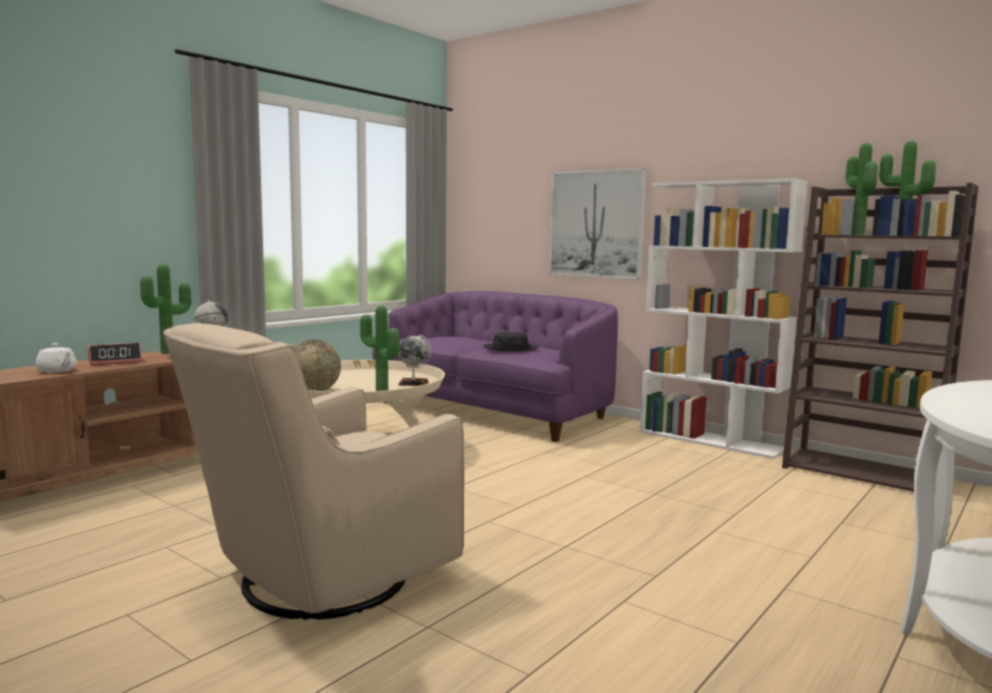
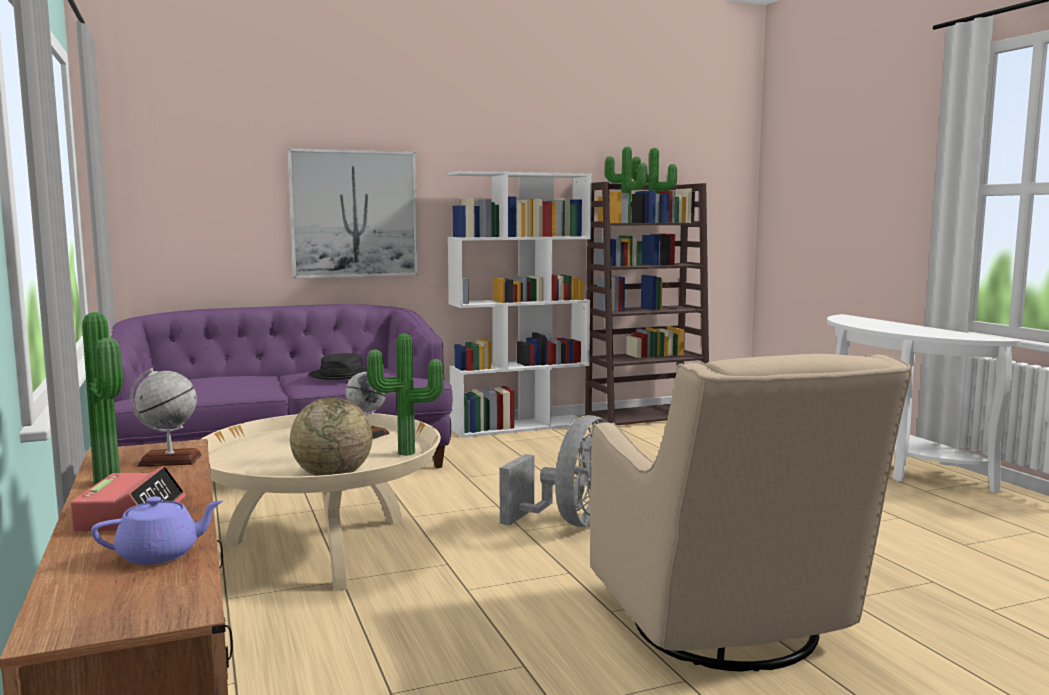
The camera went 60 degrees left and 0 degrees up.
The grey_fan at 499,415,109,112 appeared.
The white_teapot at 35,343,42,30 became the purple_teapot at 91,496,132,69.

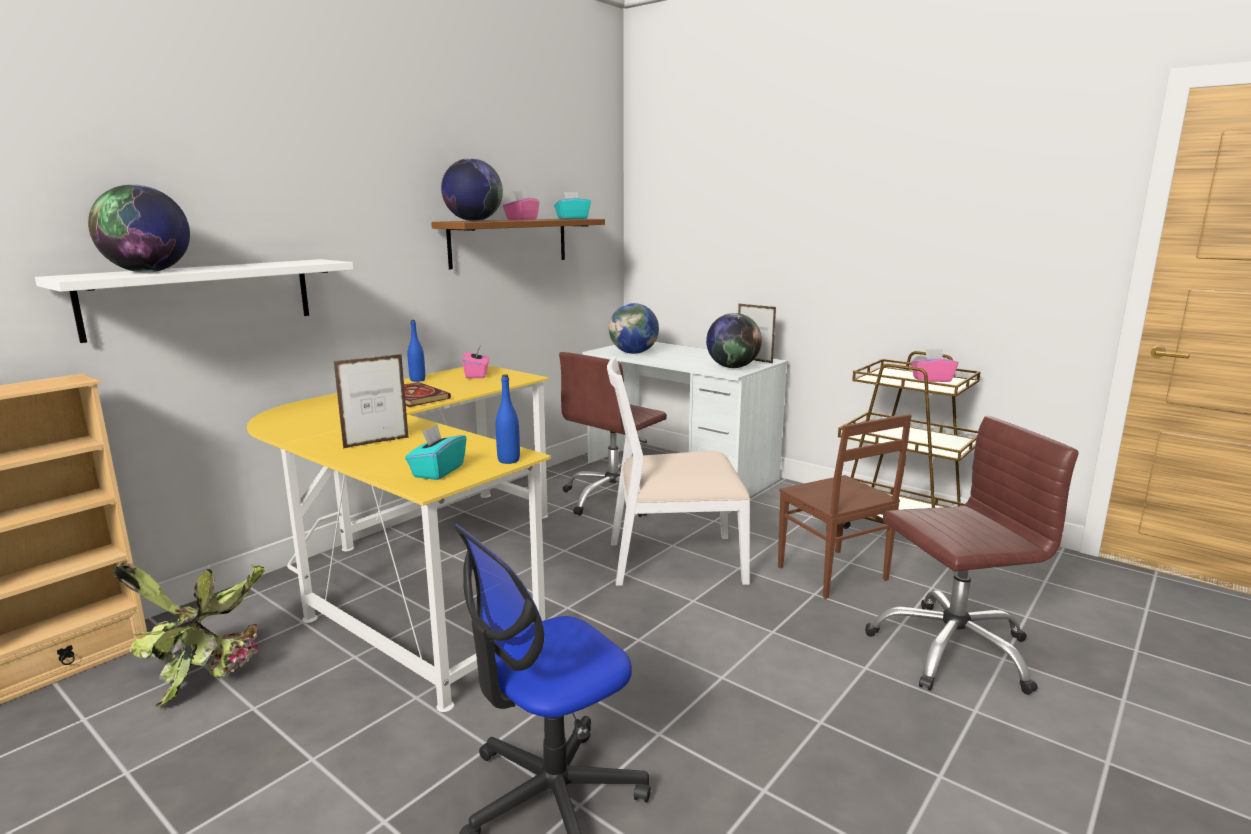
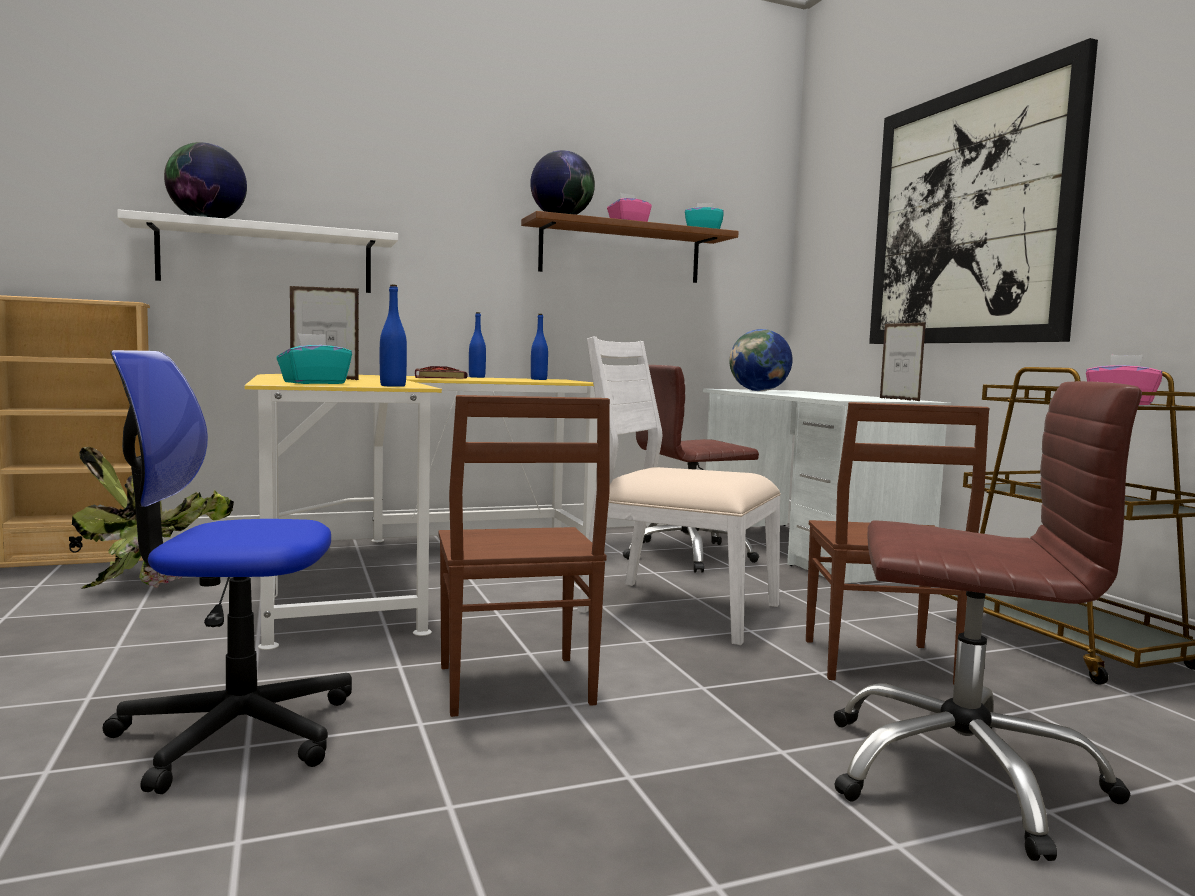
The camera went 30 degrees right and 10 degrees down.
The globe at 706,313,56,55 disappeared.
The brown_chair at 438,395,172,322 appeared.
The picture at 869,38,229,306 appeared.
The pink_tissue_box at 462,347,28,32 was replaced by the blue_bottle at 531,314,17,66.

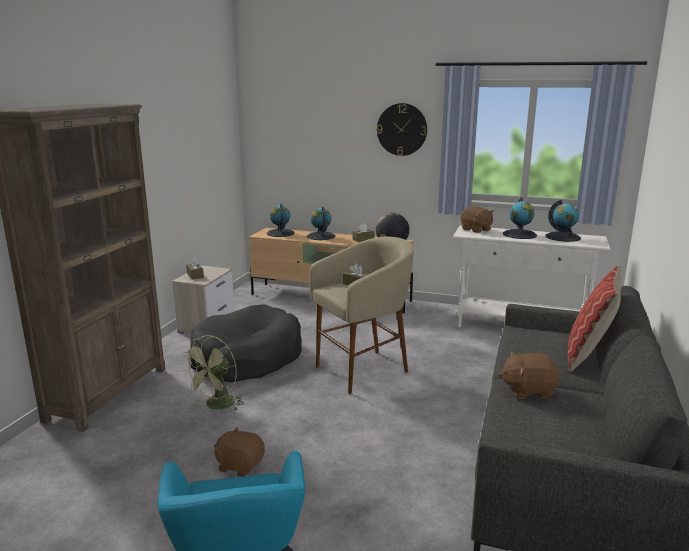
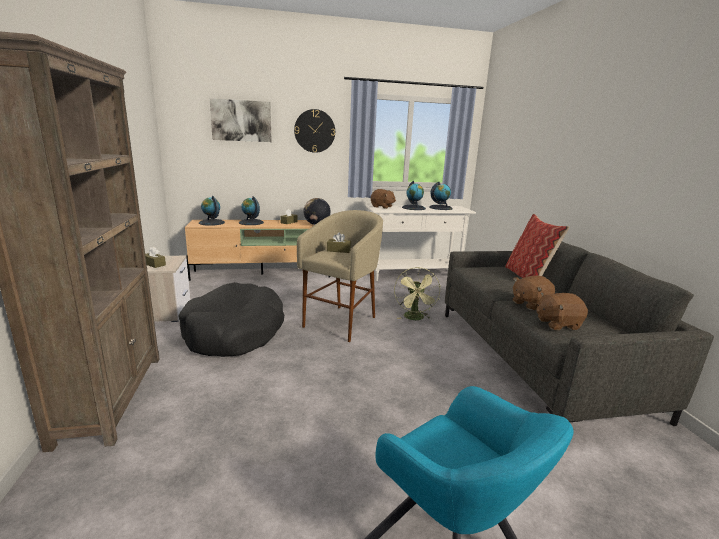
The camera went 30 degrees left and 0 degrees up.
The picture at 210,98,62,44 appeared.
The green_fan moved from 181,335,63,75 to 394,267,47,53.
The brown_plush_toy moved from 215,427,50,50 to 537,292,51,38.

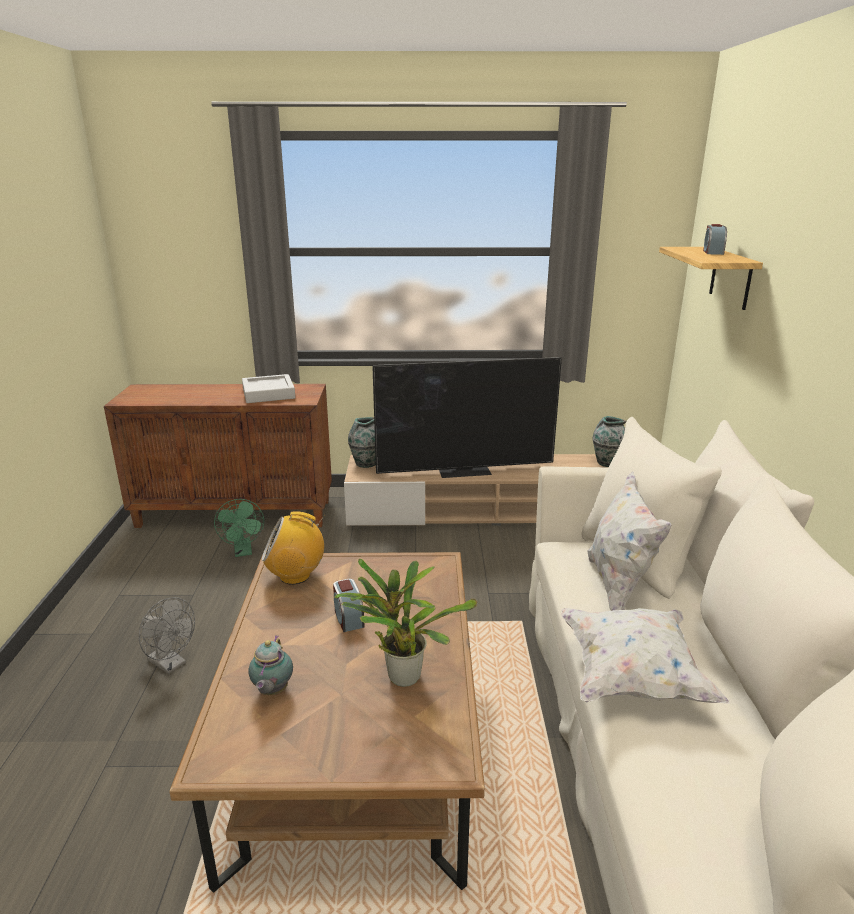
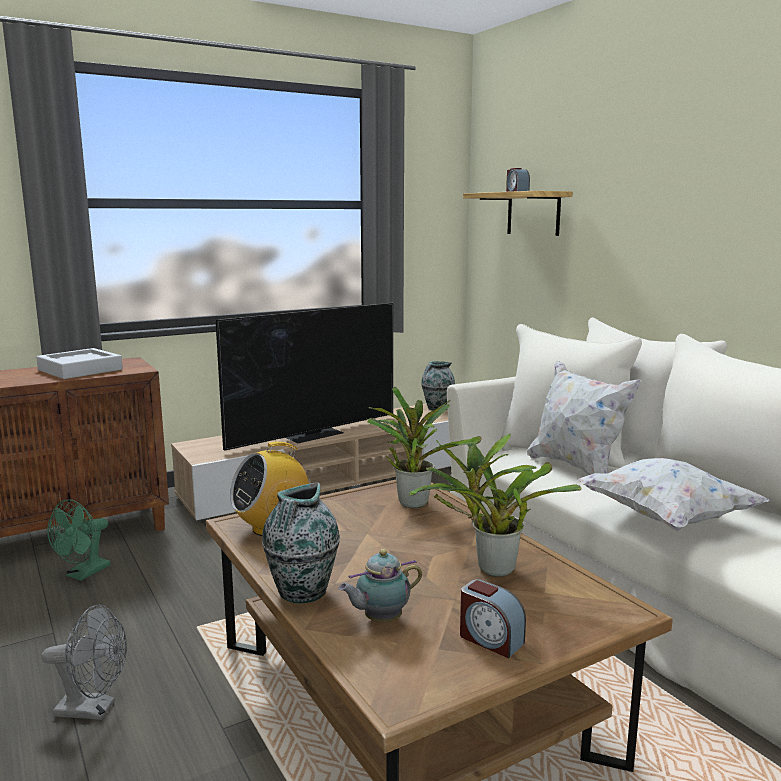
The camera went 30 degrees left and 10 degrees down.
The potted_plant at 367,387,115,121 appeared.
The alarm_clock moved from 333,579,32,53 to 460,579,66,79.
The vase moved from 348,417,28,51 to 262,482,78,121.
The green_fan at 214,499,50,58 turned 75 degrees clockwise.
The teapot at 249,636,44,59 turned 90 degrees clockwise.

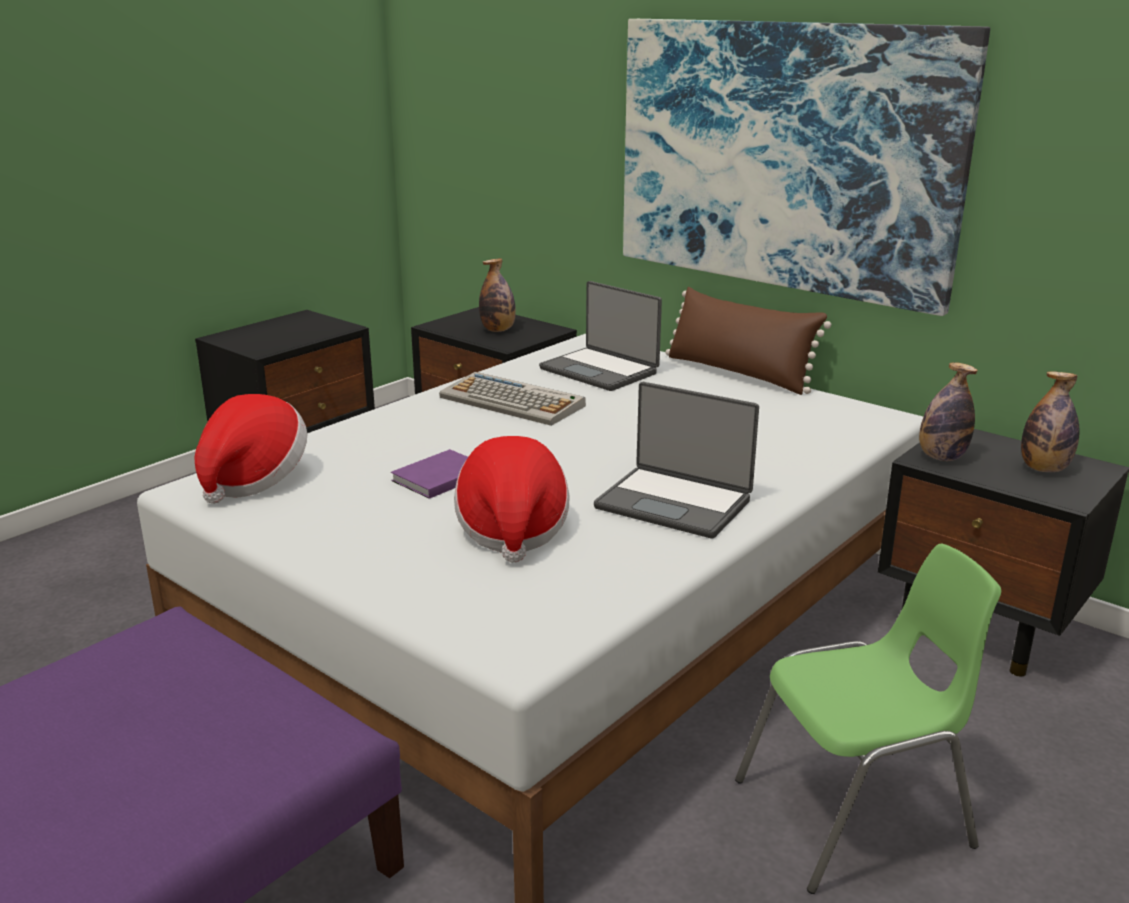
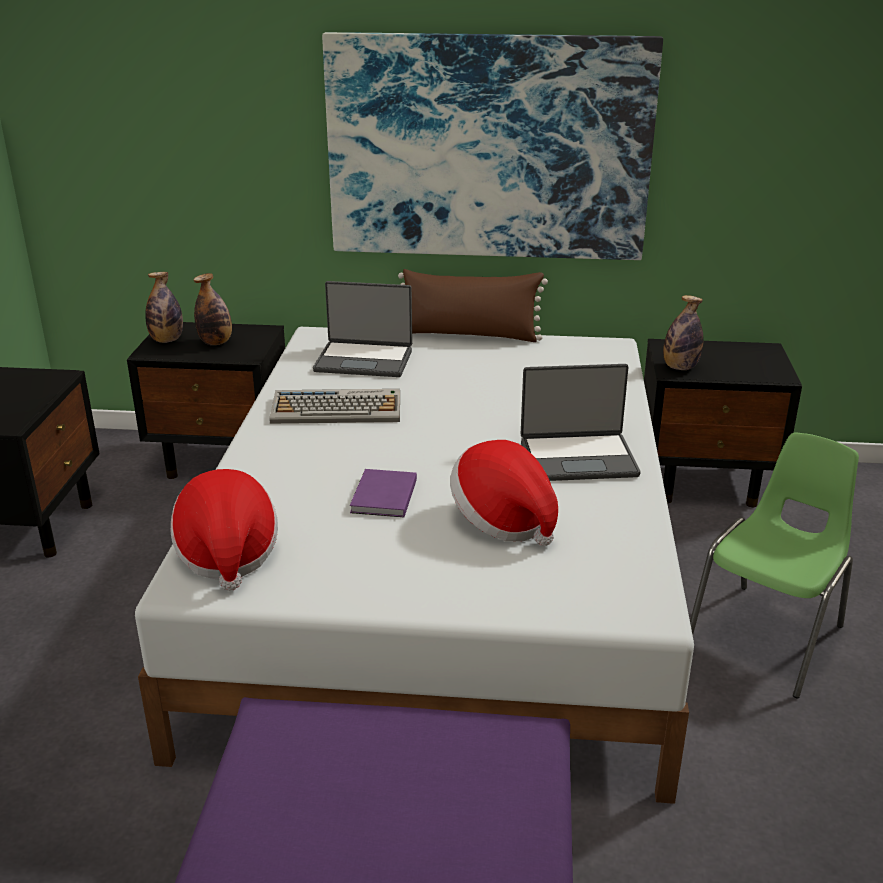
The camera went 35 degrees left and 5 degrees up.
The bottle moved from 1021,371,59,101 to 145,272,38,71.

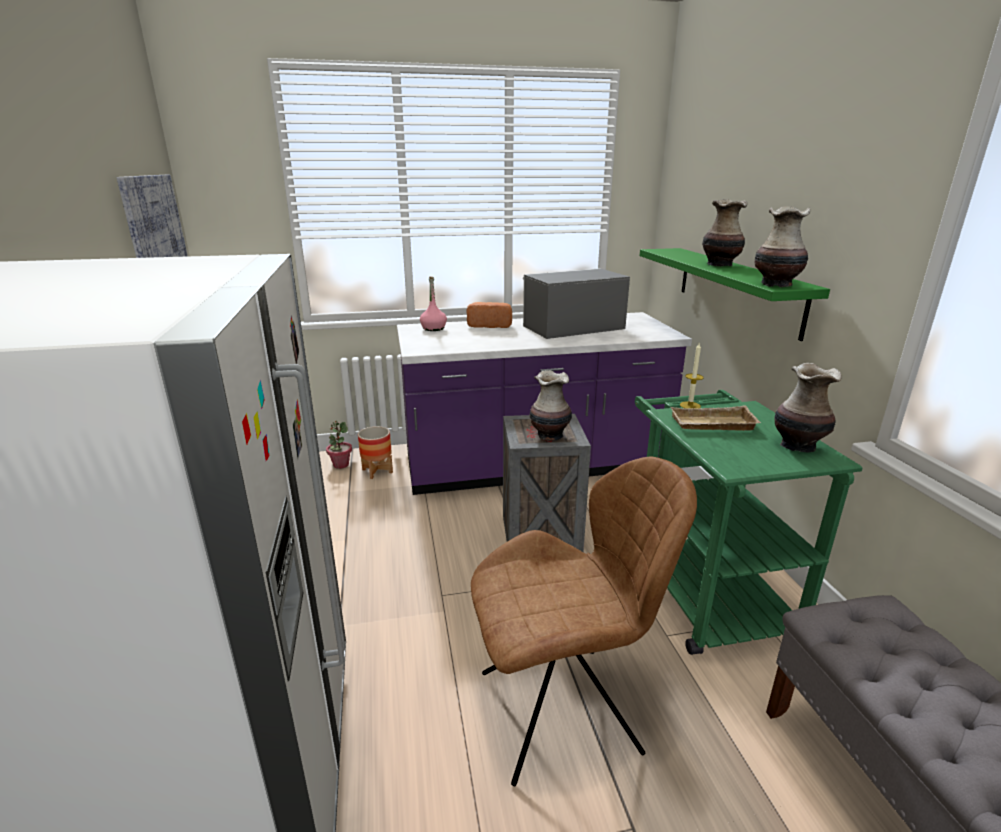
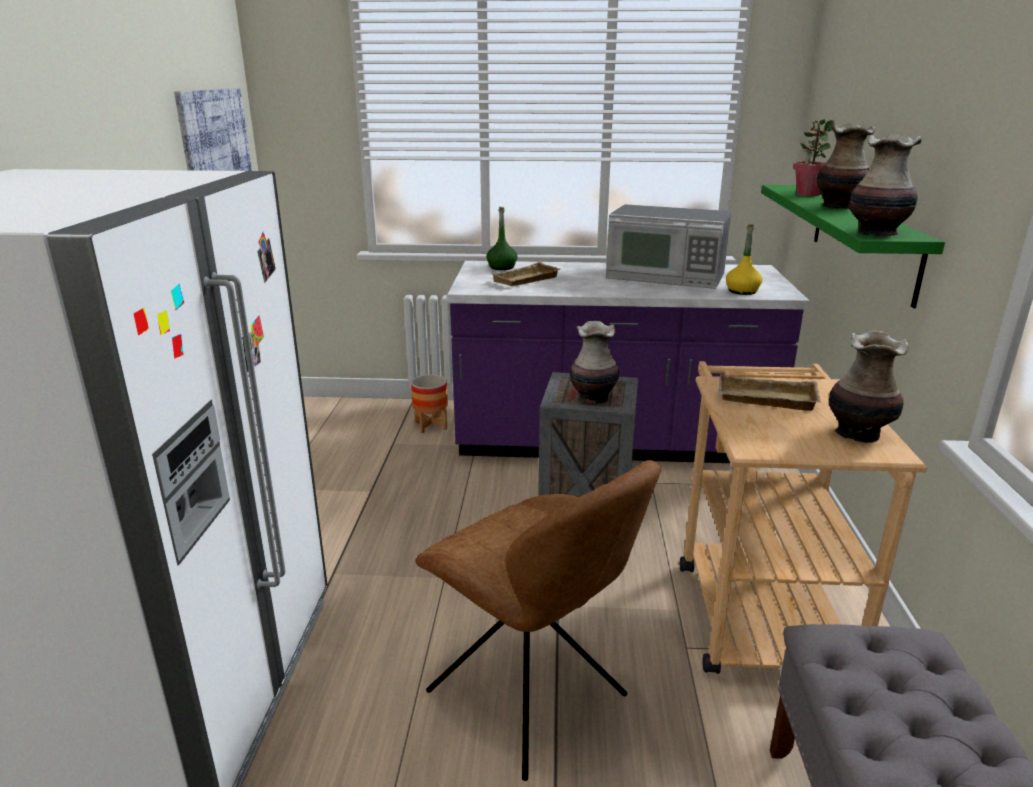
The camera went 15 degrees right and 0 degrees up.
The bread at 466,302,46,26 disappeared.
The candle at 680,343,24,66 disappeared.
The beige_tray at 491,262,70,24 appeared.
The yellow_bottle at 726,224,37,71 appeared.
The potted_plant moved from 326,421,26,48 to 793,120,42,76.
The pink_bottle at 420,276,27,55 became the green_bottle at 486,207,32,63.
The green_cart at 635,390,228,265 became the beige_cart at 680,361,247,313.
The brown_chair at 471,457,226,329 turned 45 degrees clockwise.
The microwave at 523,268,107,71 turned 150 degrees counterclockwise.

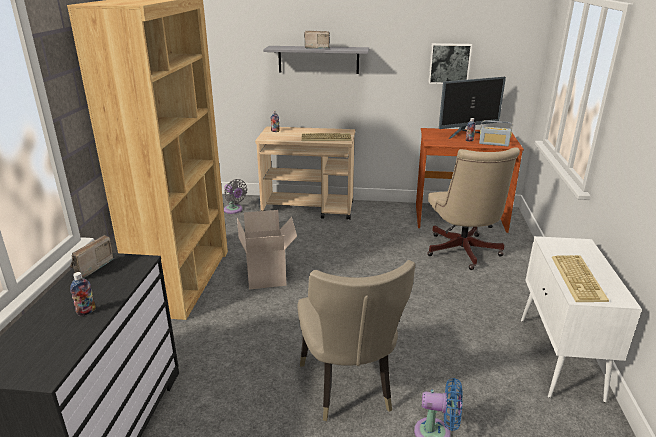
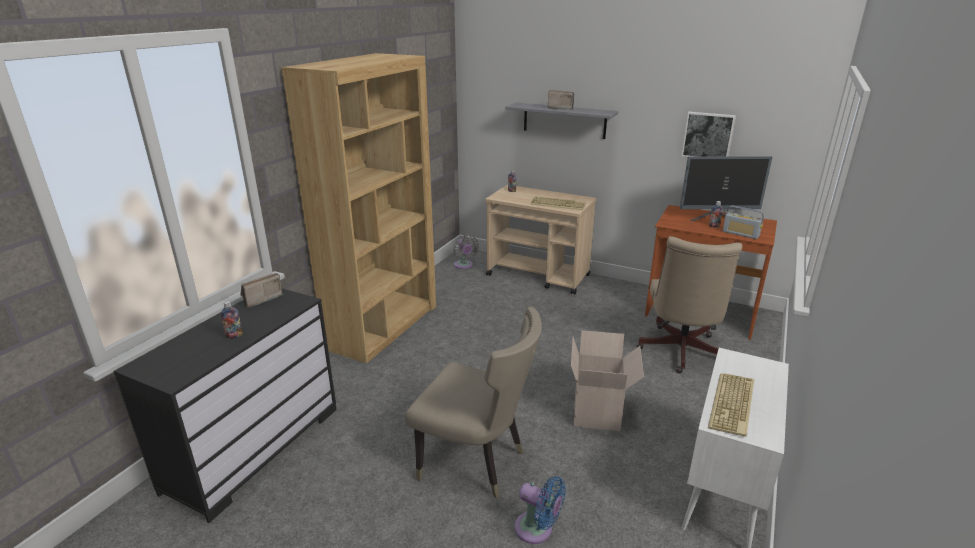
The camera went 20 degrees right and 0 degrees up.
The cardboard_box moved from 237,210,60,79 to 571,330,73,101.
The beige_chair at 298,260,117,161 turned 75 degrees counterclockwise.

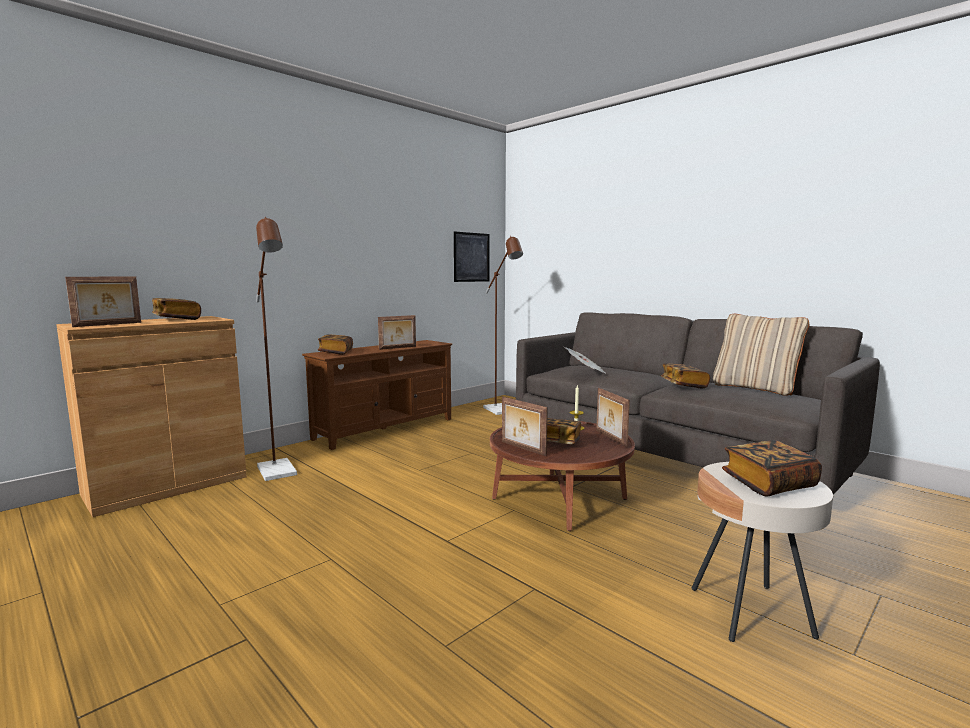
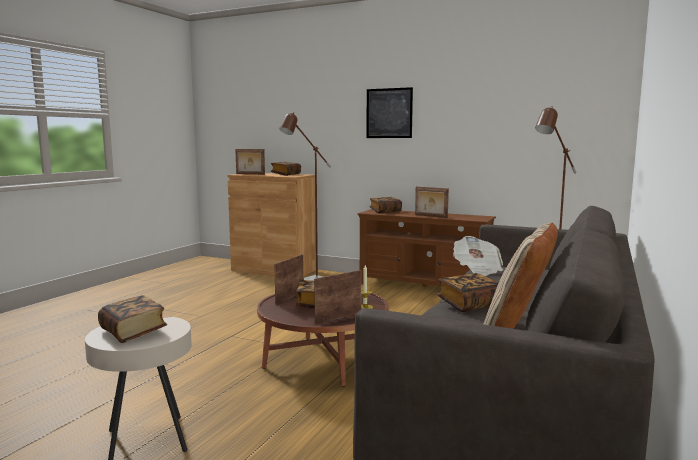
The camera went 70 degrees right and 0 degrees up.
The picture moved from 454,231,36,51 to 366,87,47,51.

